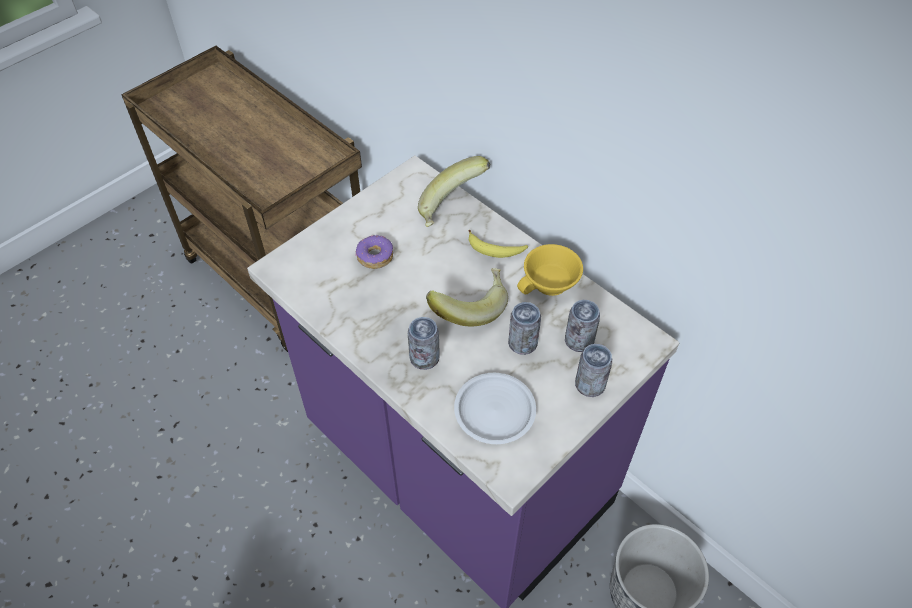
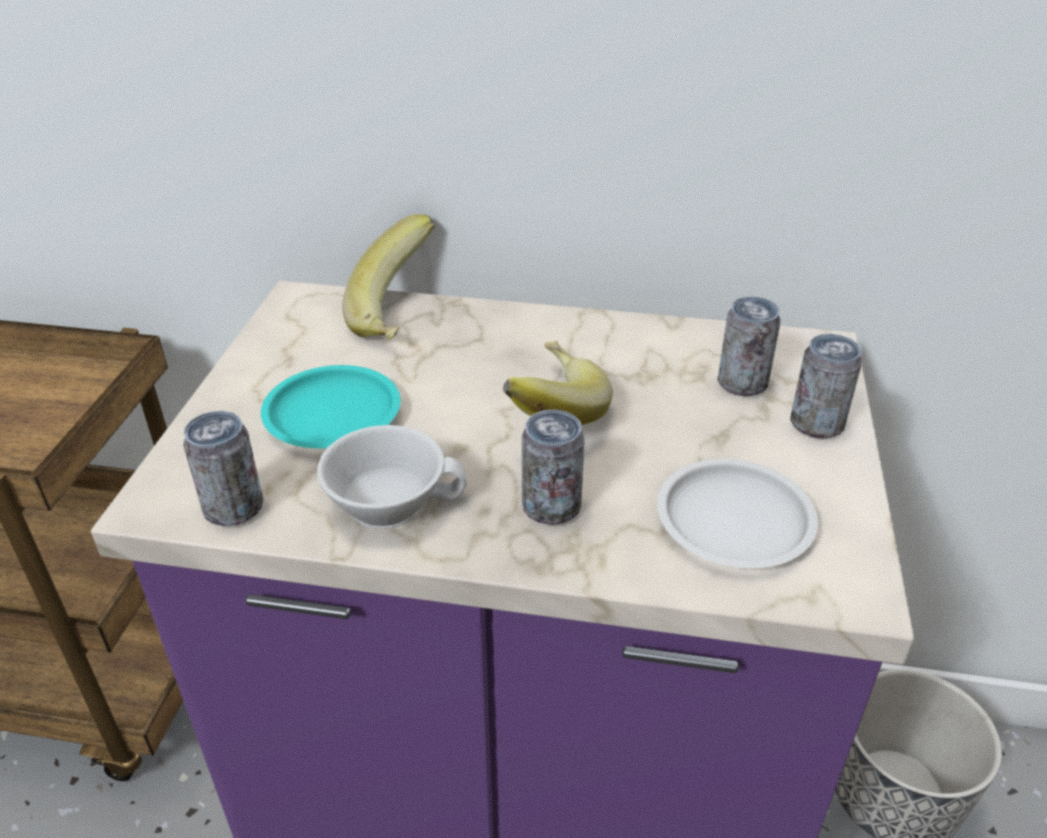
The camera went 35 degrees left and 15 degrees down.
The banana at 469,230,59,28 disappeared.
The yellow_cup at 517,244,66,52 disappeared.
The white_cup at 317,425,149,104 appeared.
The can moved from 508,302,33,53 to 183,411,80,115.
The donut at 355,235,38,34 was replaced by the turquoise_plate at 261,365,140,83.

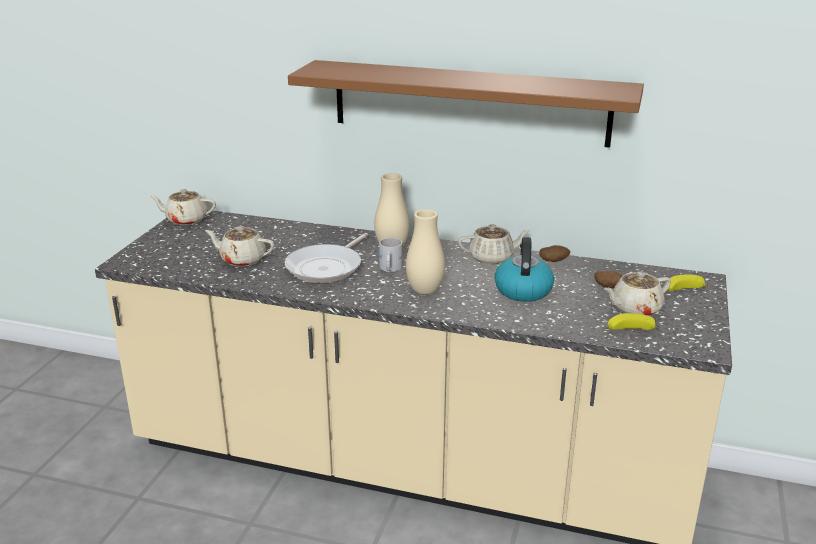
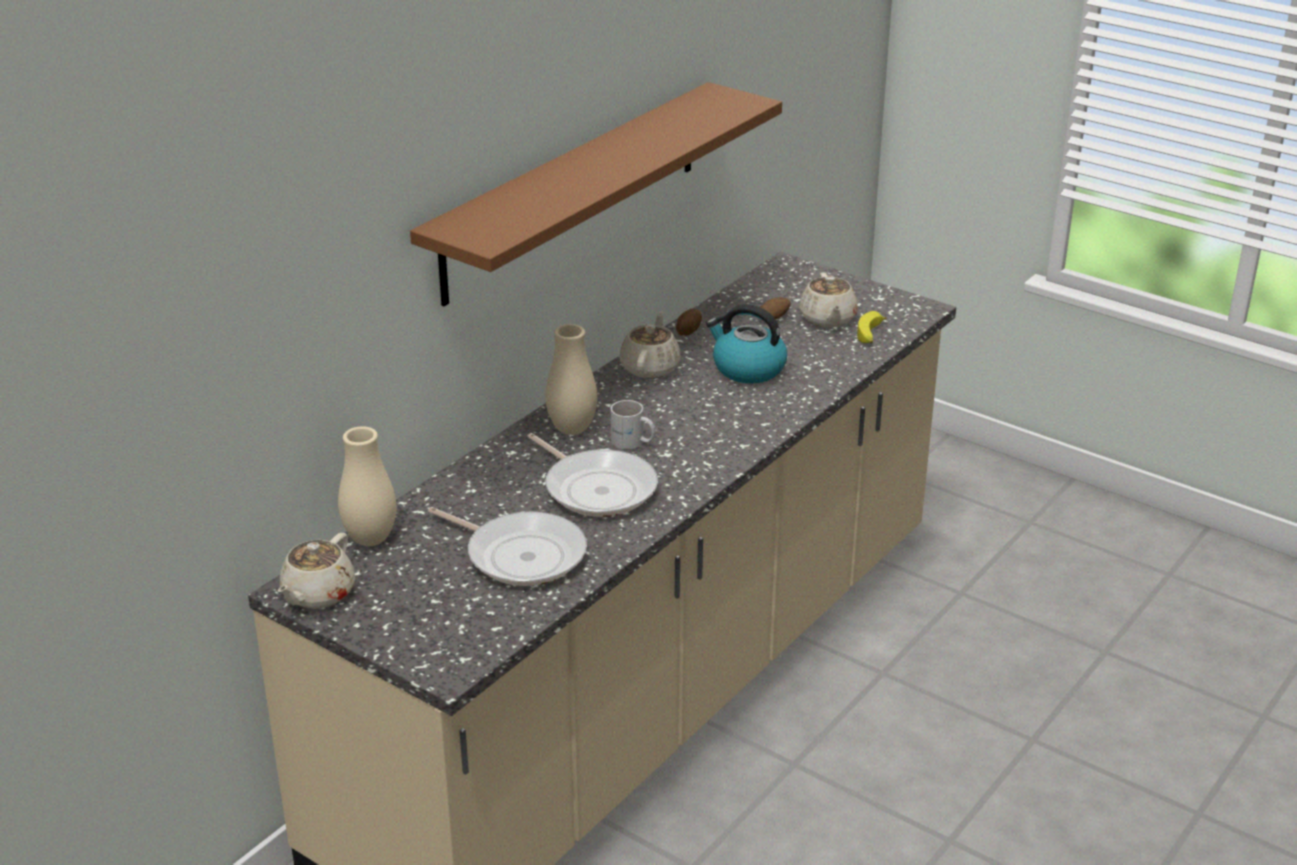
The camera went 70 degrees left and 5 degrees up.
The banana at 667,275,41,16 disappeared.
The beige_vase moved from 406,209,39,86 to 338,426,58,120.
The beige_teapot at 205,226,69,40 was replaced by the frying_pan at 428,507,159,79.

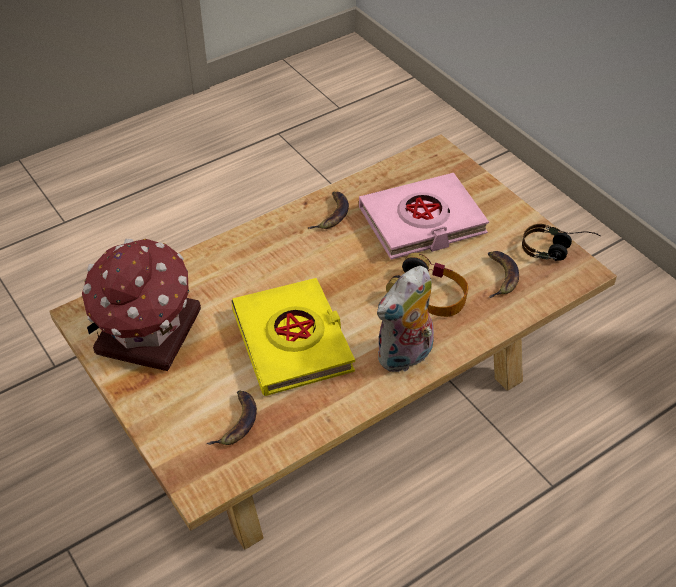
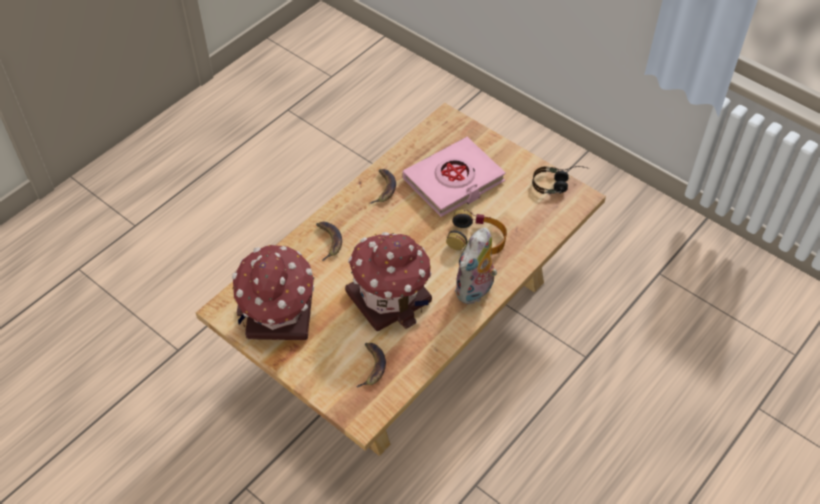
The camera went 15 degrees left and 5 degrees up.
The banana moved from 488,251,31,47 to 316,222,26,39.
The yellow_book at 231,278,124,118 was replaced by the toy_house at 345,232,87,99.

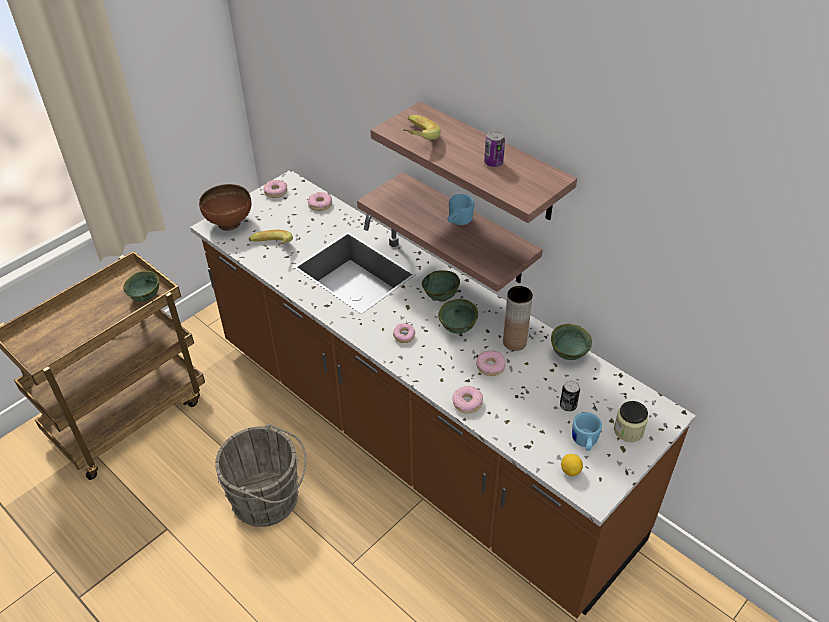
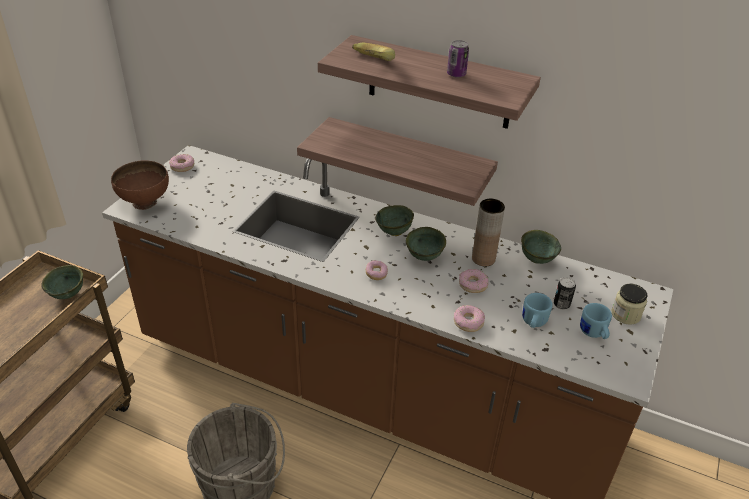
The camera went 20 degrees left and 5 degrees down.
The banana at 249,230,44,15 disappeared.
The donut at 308,192,24,19 disappeared.
The lemon at 561,454,22,22 disappeared.
The blue_mug moved from 447,194,27,31 to 522,293,31,35.

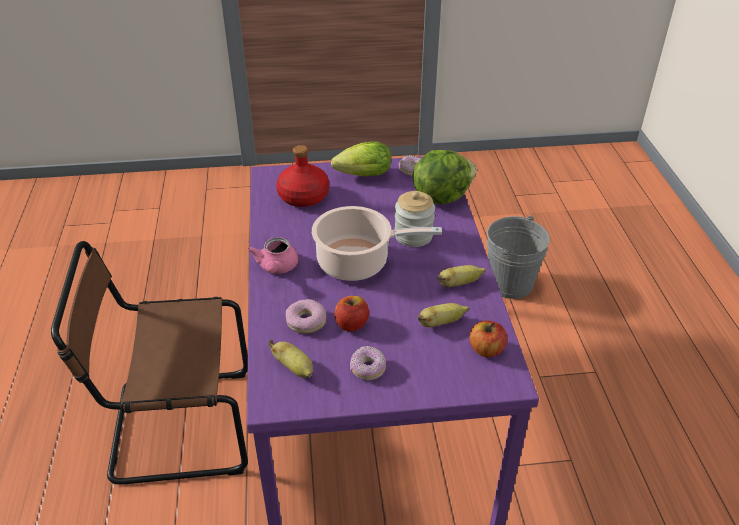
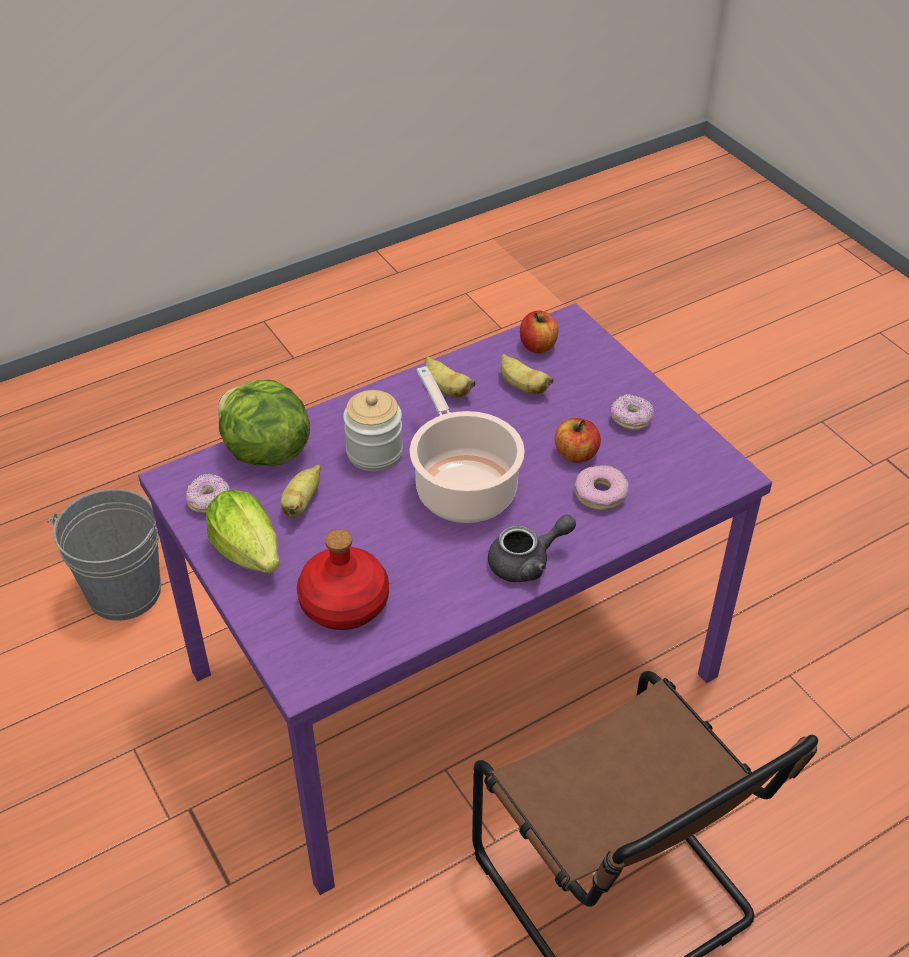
The camera went 115 degrees left and 5 degrees up.
The banana moved from 269,339,44,39 to 280,465,41,53.
The pink_teapot at 248,237,50,37 became the grey_teapot at 488,514,88,68.

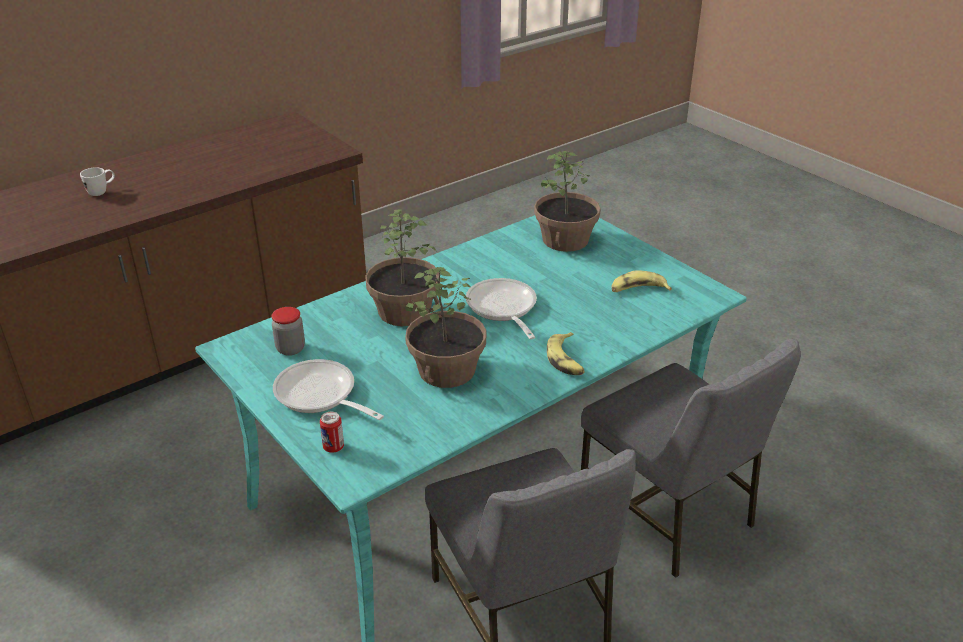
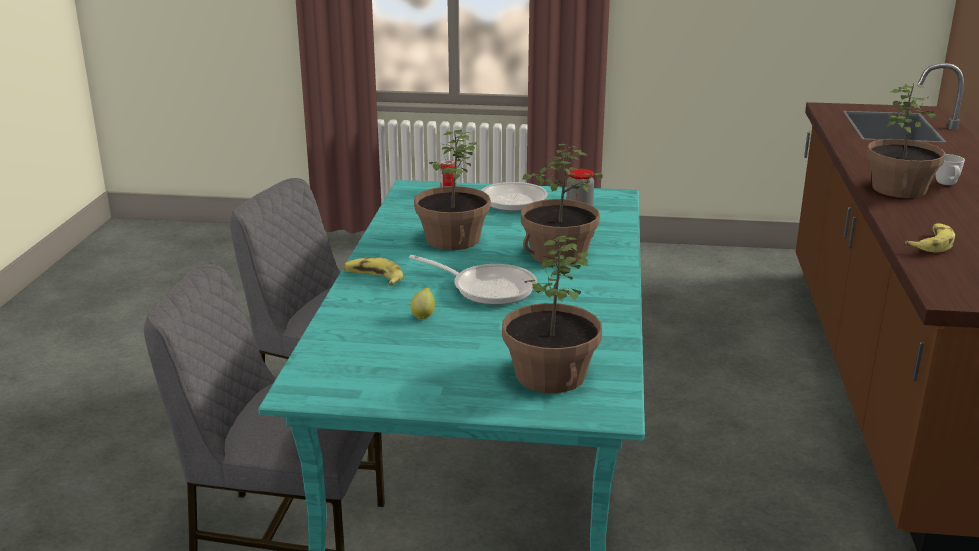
The camera went 135 degrees right and 10 degrees down.
The lemon at 411,288,24,32 appeared.
The potted_plant at 867,84,78,114 appeared.
The banana moved from 611,270,61,22 to 905,223,50,30.

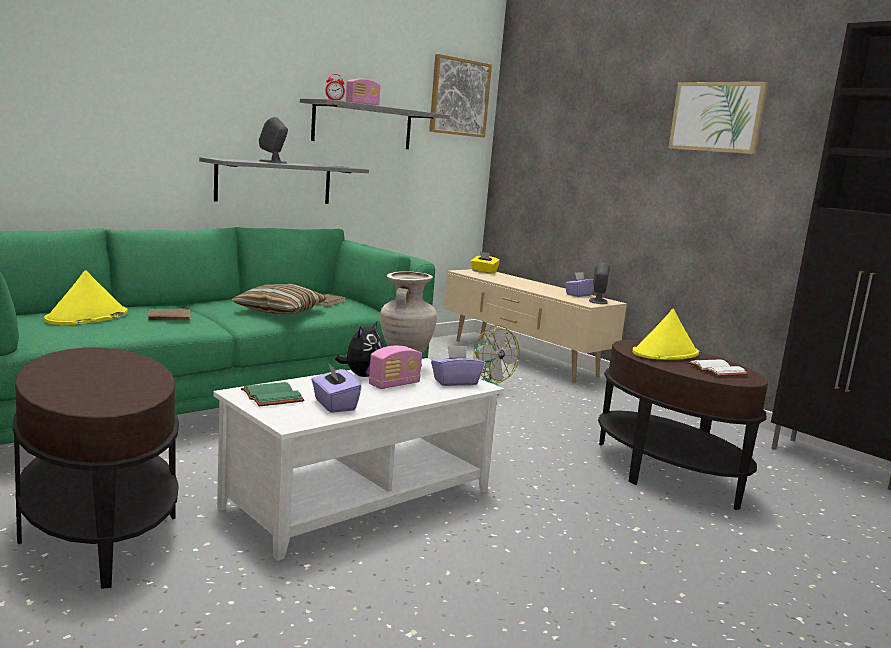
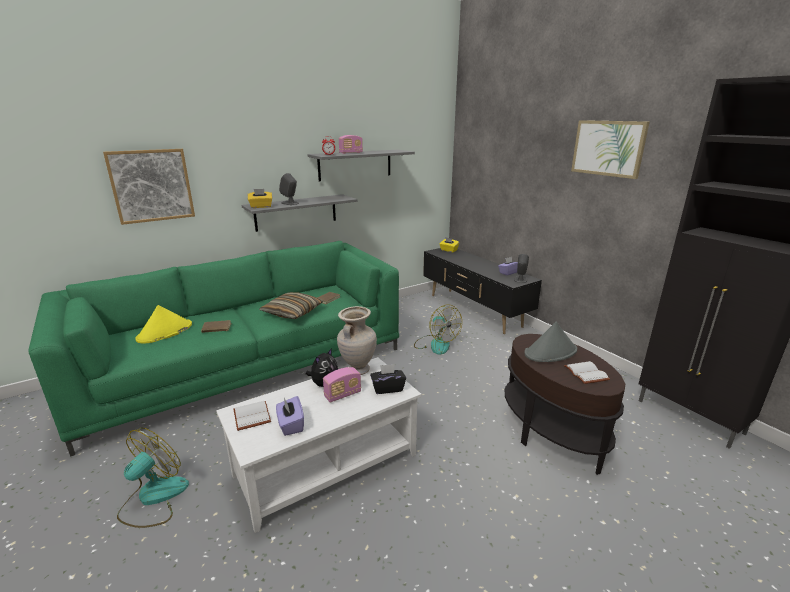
The camera went 10 degrees right and 10 degrees up.
The yellow_tissue_box at 248,189,24,19 appeared.
The picture moved from 429,54,63,84 to 103,149,92,76.
The brown_side_table at 12,348,167,241 was replaced by the fan at 117,428,72,100.
The green_book at 241,382,63,24 became the white_book at 234,401,37,30.
The purple_tissue_box at 431,346,53,40 became the black_tissue_box at 370,364,36,30.
The beige_tv_stand at 444,269,183,114 became the black_tv_stand at 423,248,119,86.
The yellow_hat at 632,309,67,51 became the grey_hat at 524,322,53,40.

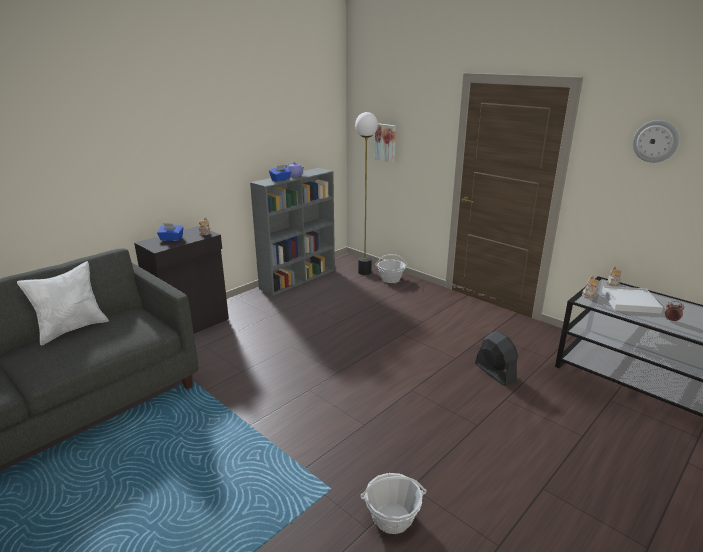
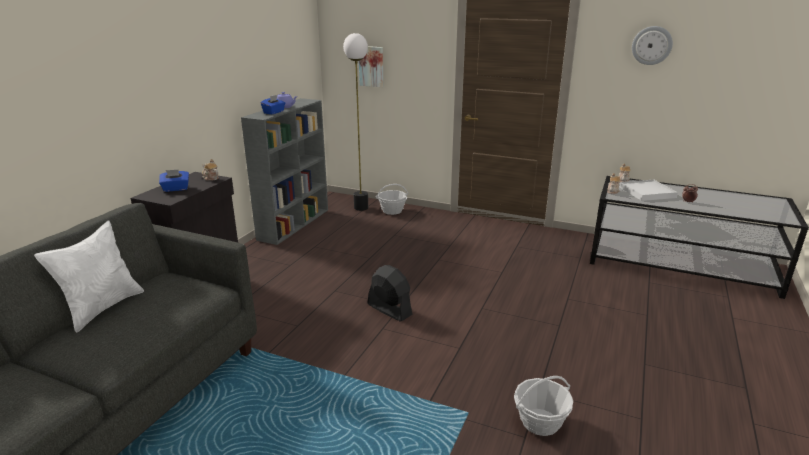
The camera went 20 degrees left and 0 degrees up.
The black_fan moved from 475,331,43,55 to 367,265,46,57.

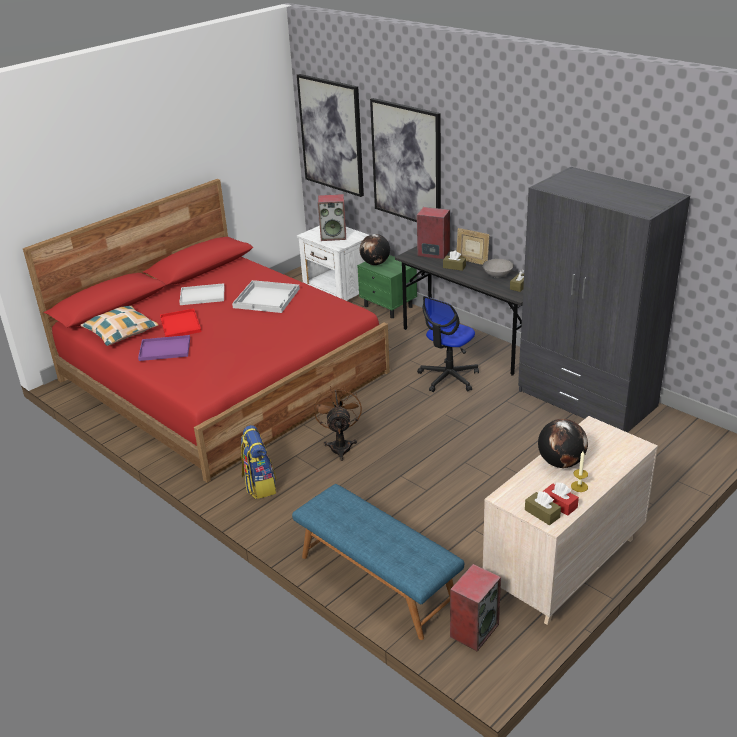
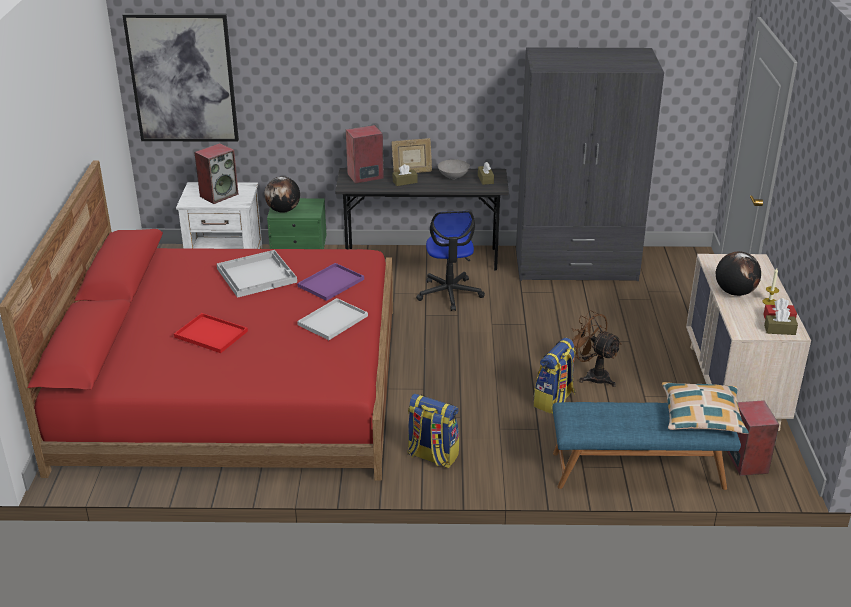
The camera went 45 degrees left and 0 degrees up.
The picture at 370,98,71,124 disappeared.
The backpack at 533,338,43,76 appeared.
The pillow moved from 81,306,78,40 to 662,382,87,52.
The purple_tray moved from 138,335,52,26 to 297,263,67,38.
The white_tray moved from 179,283,46,22 to 297,298,71,42.
The brown_fan moved from 314,386,48,75 to 572,310,50,77.

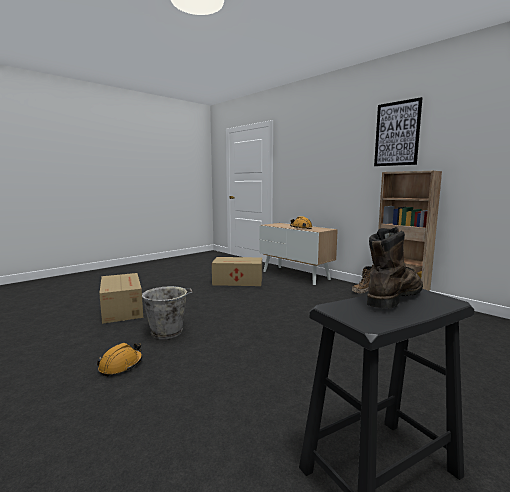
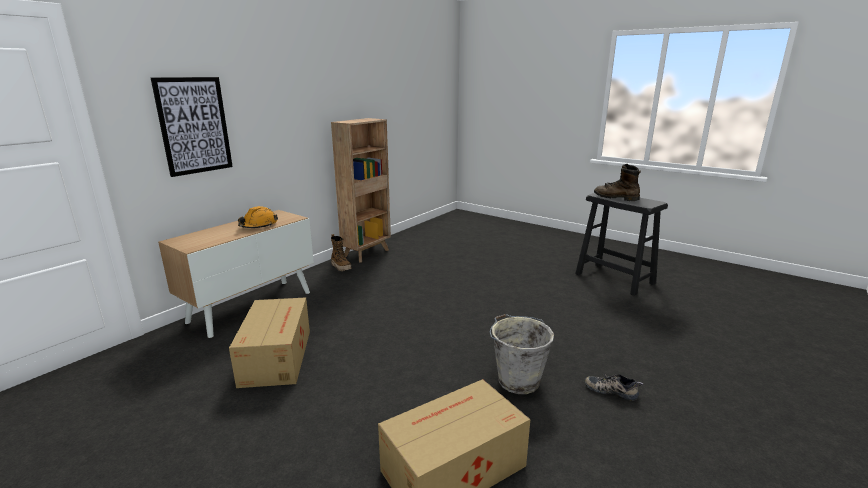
The camera went 100 degrees left and 10 degrees up.
The picture moved from 374,97,48,69 to 151,77,82,100.
The orange_hard_hat at 97,343,46,33 was replaced by the shoe at 585,374,58,27.

